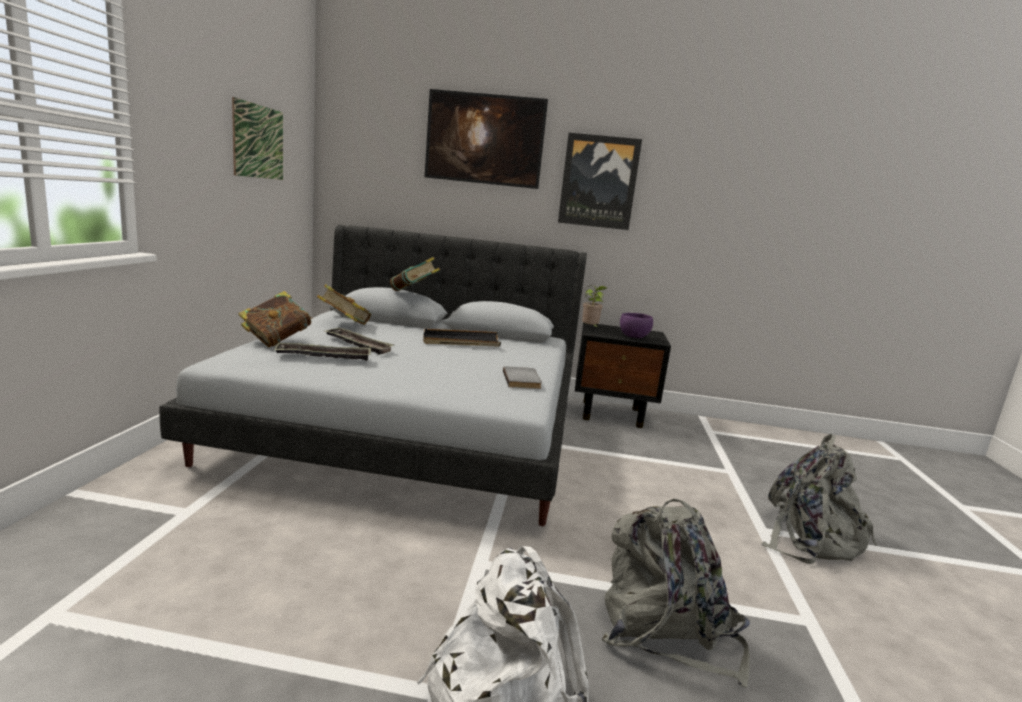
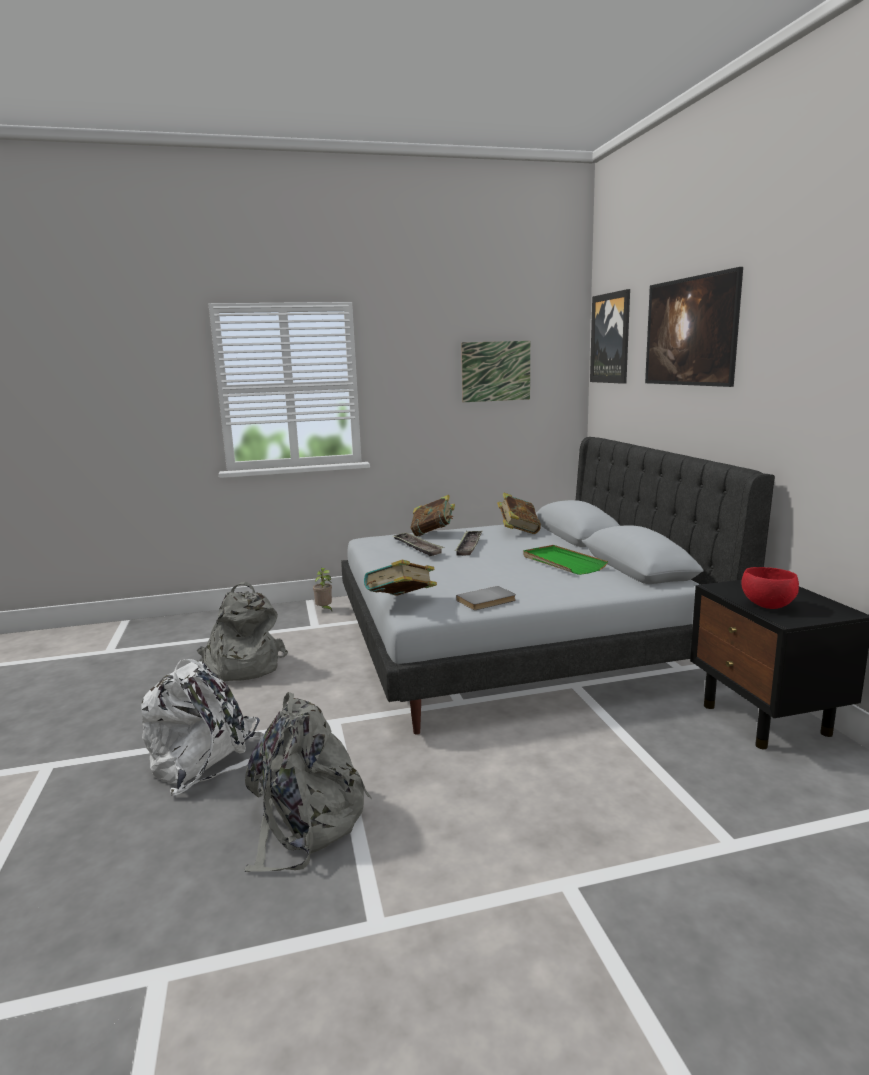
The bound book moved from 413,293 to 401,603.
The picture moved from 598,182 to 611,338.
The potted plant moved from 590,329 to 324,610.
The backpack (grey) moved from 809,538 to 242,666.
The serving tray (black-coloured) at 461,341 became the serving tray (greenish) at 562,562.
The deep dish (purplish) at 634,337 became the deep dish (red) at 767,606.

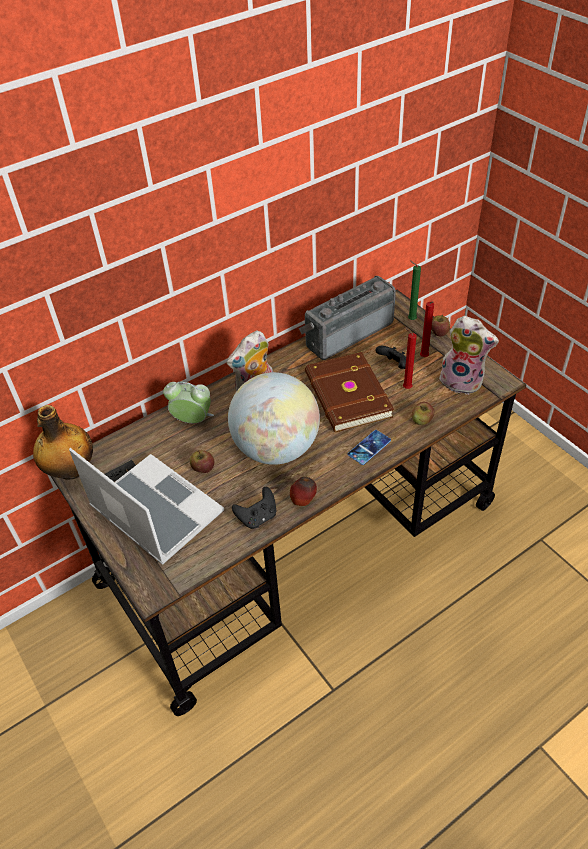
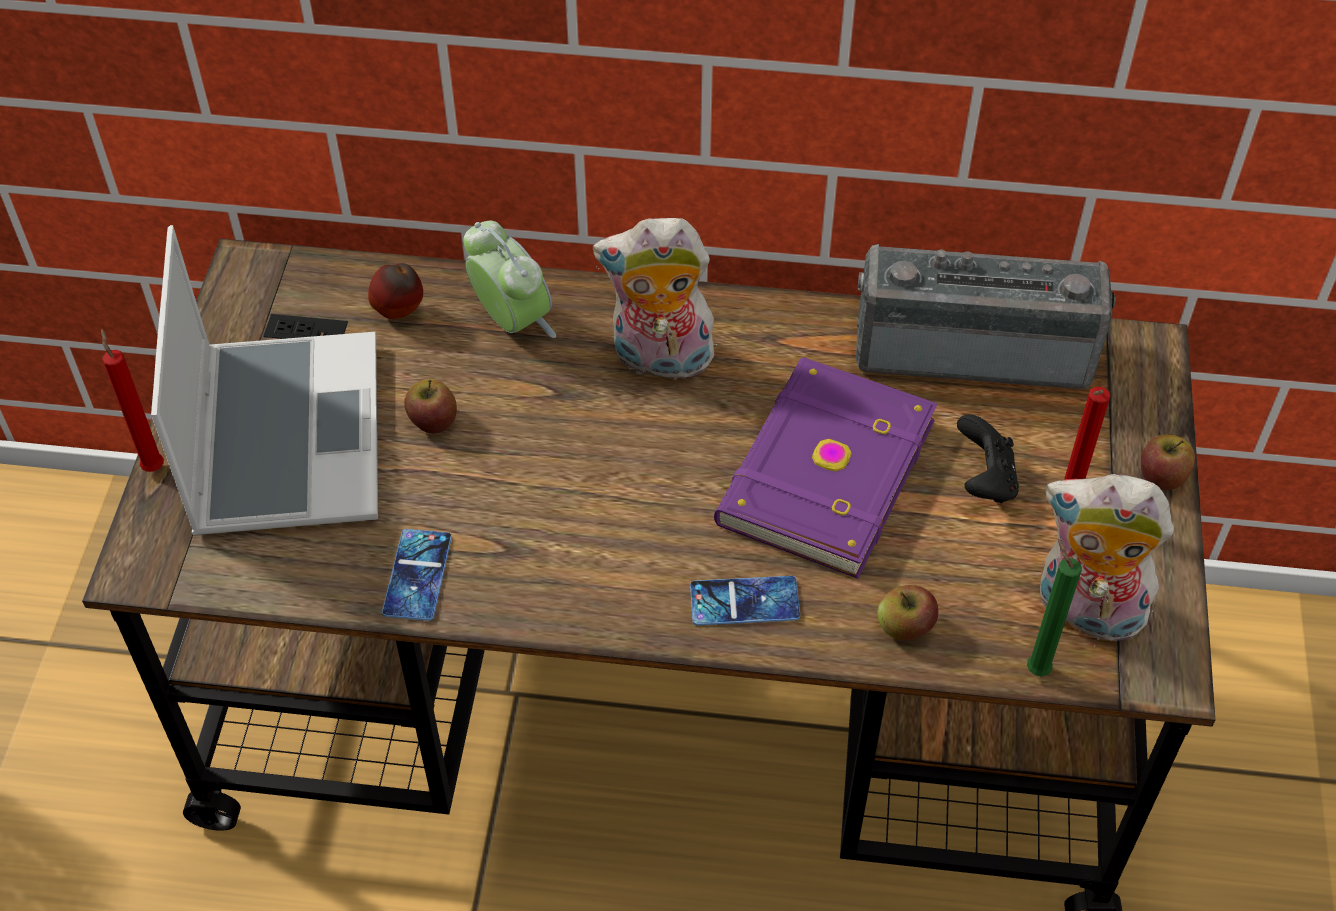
The bottle at 71,470 disappeared.
The desk globe at 276,448 disappeared.
The whole apple moved from 303,501 to 400,312.
The wax candle (red) moved from 405,387 to 153,465.
The wax candle (greenish) moved from 410,319 to 1035,667.
The game controller (black-coloured) at 257,517 was replaced by the phone at 417,575.
The bound book (brown-coloured) at 346,396 became the bound book (purplish) at 821,472.
The soft toy at 462,381 turned 135 degrees clockwise.

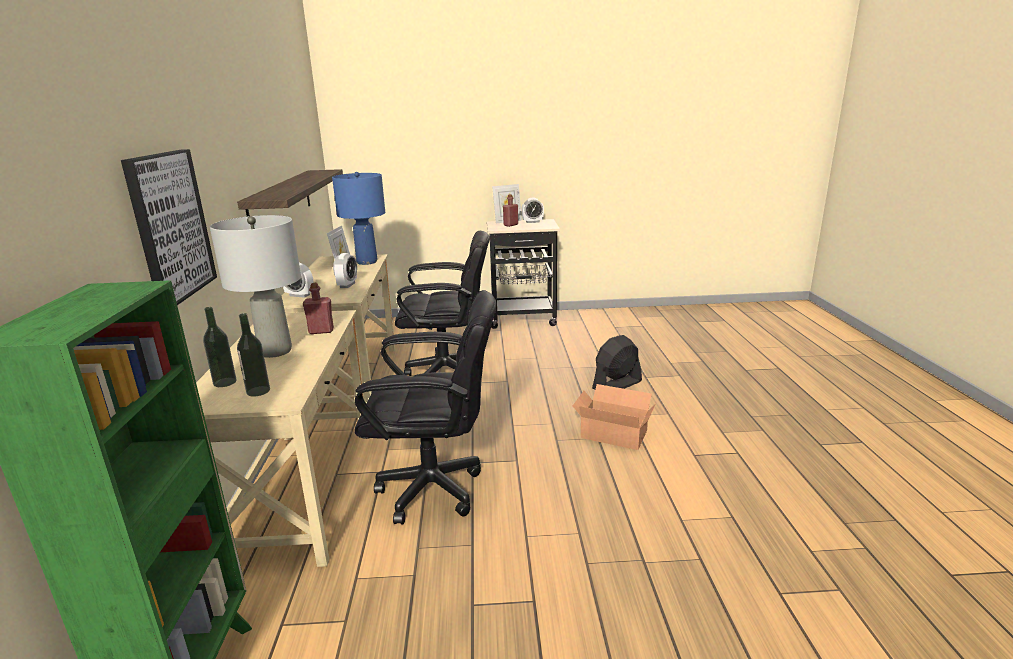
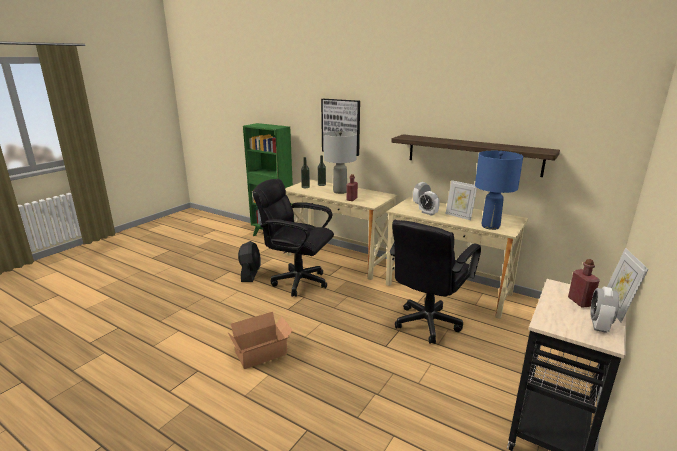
The cooling fan (black-coloured) moved from 616,385 to 250,274.
The desk chair (black-coloured) at 437,490 turned 75 degrees clockwise.

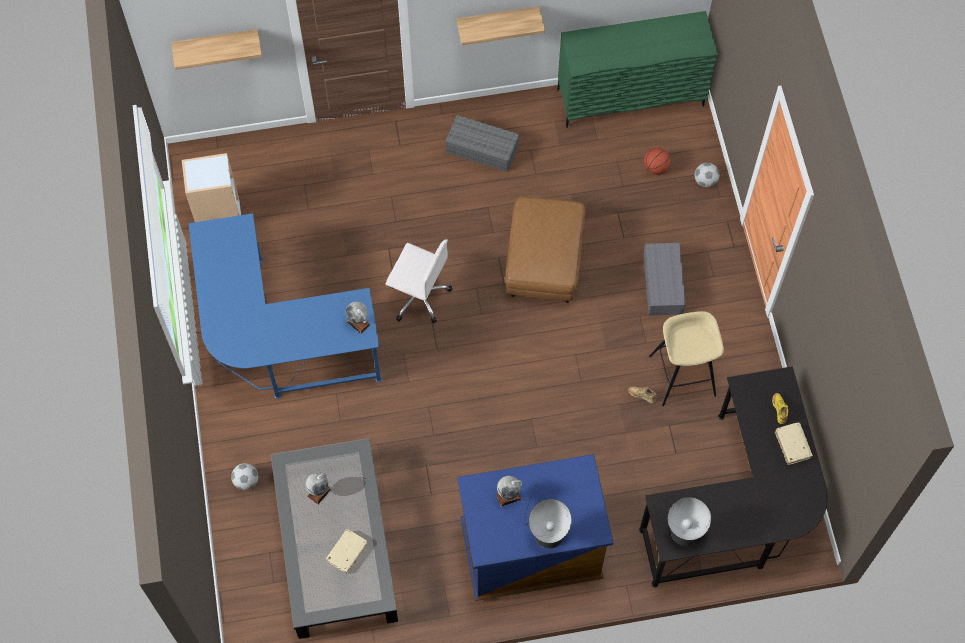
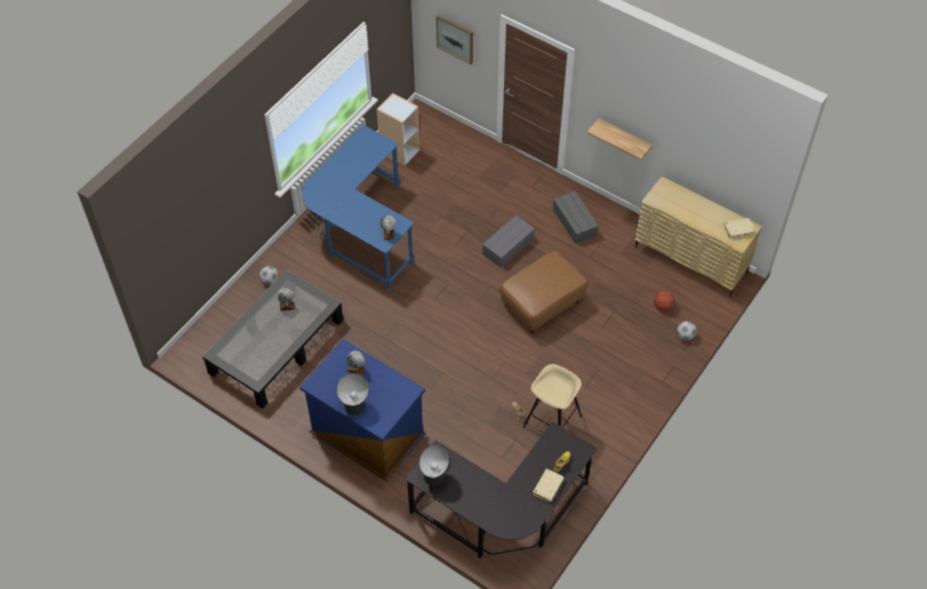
The desk chair (white) at 418,296 disappeared.
The bound book (beige) moved from 347,552 to 738,230.
The storage bin (grey) moved from 661,283 to 508,245.
The wall shelf at 216,43 was replaced by the picture at 455,38.
The dresser (greenish) at 631,99 became the dresser (beige) at 690,261.

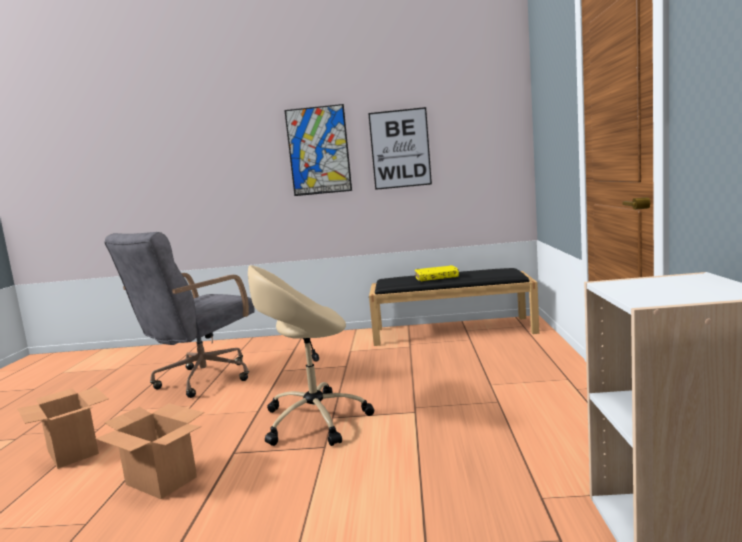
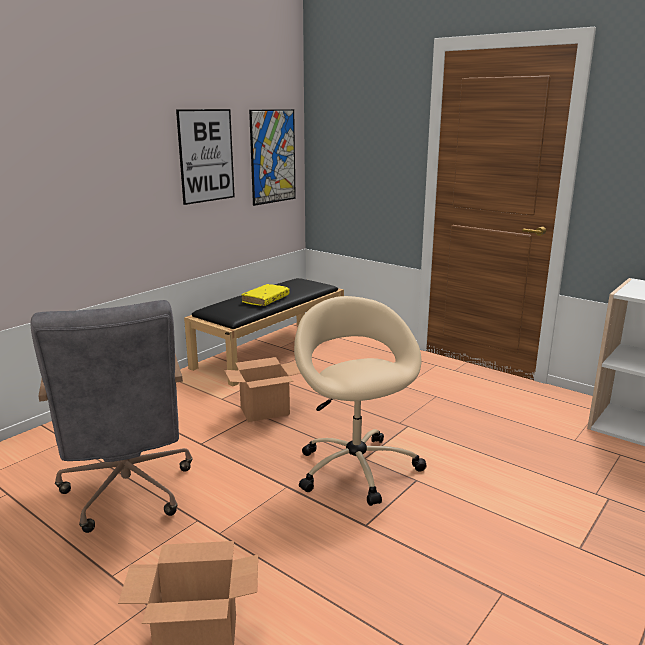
The carton moved from 162,480 to 265,411.
The picture moved from 318,150 to 273,156.
The desk chair (beige) at 312,420 turned 135 degrees clockwise.

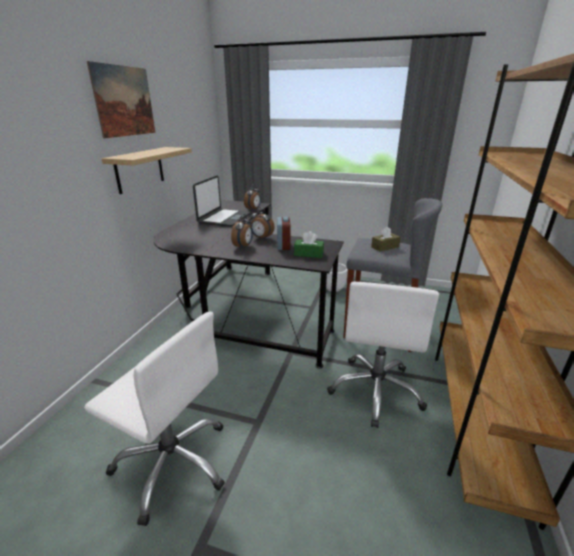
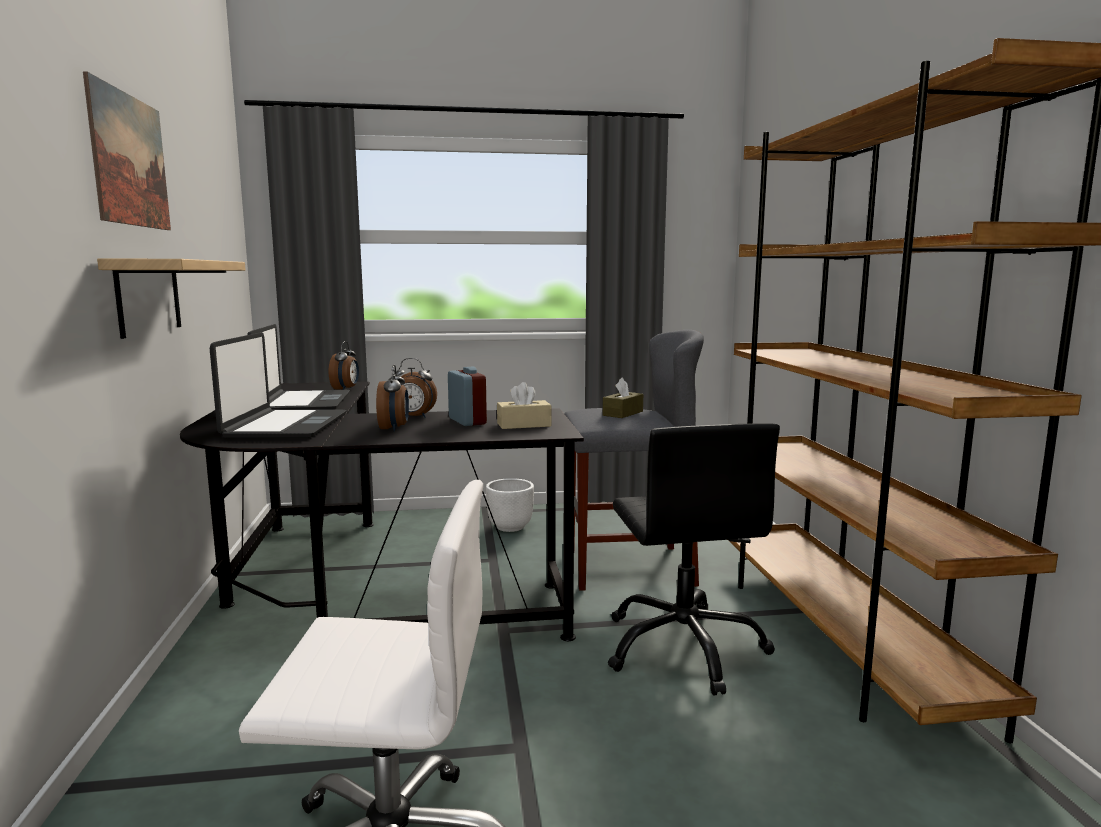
The notebook computer at 285,426 appeared.
The tissue box (greenish) at 308,254 became the tissue box (beige) at 524,425.
The desk chair (white) at 376,390 became the desk chair (black-coloured) at 684,647.

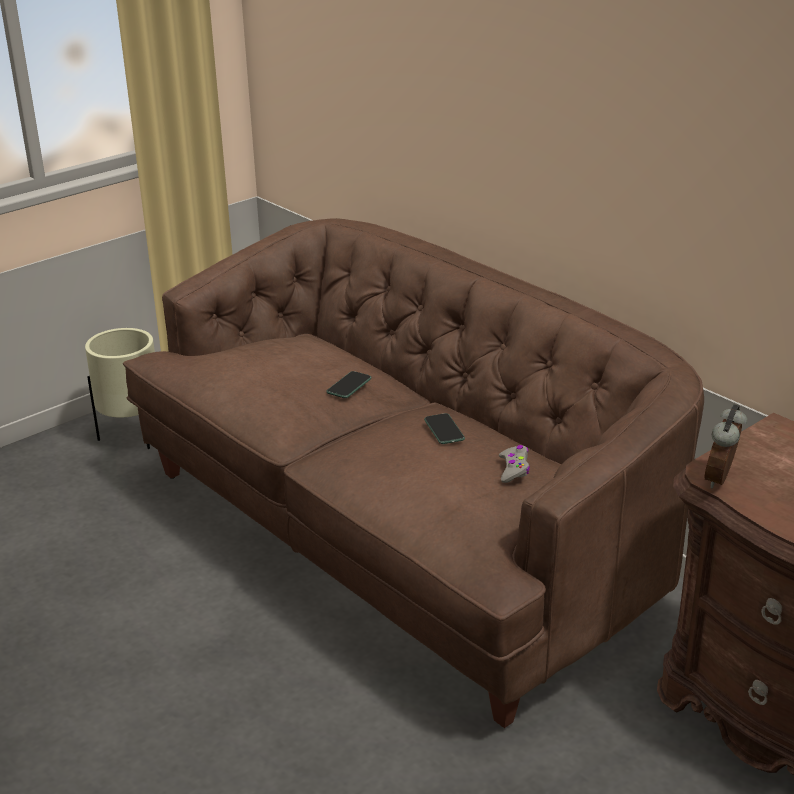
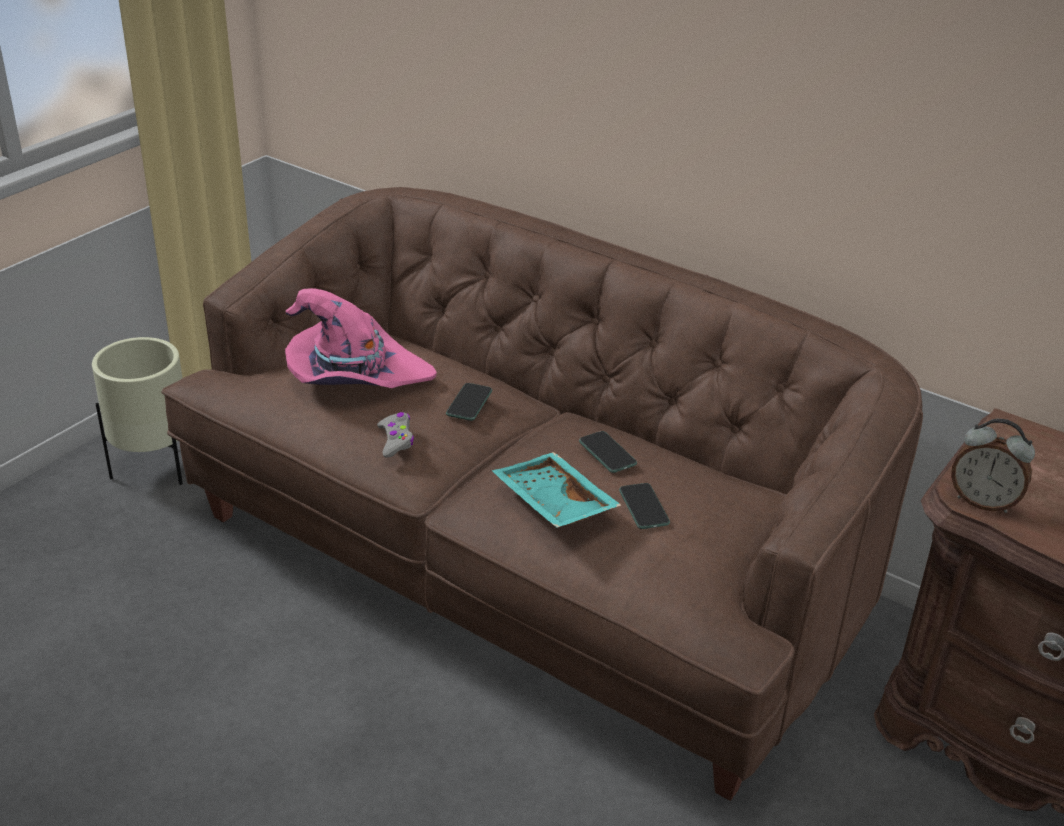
The wearable hat (pink) at 354,375 appeared.
The serving tray (blue-green) at 552,504 appeared.
The phone at 644,507 appeared.
The game controller (grey) moved from 514,469 to 396,440.
The alarm clock at 721,479 turned 75 degrees counterclockwise.

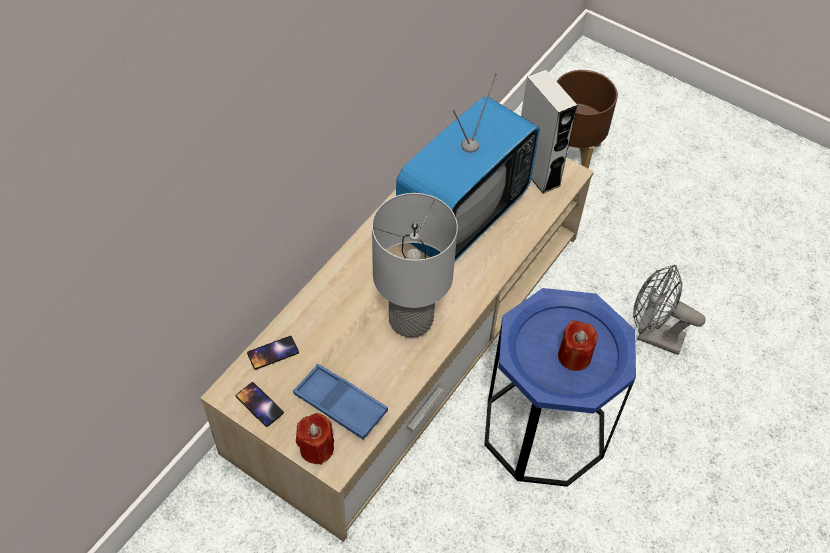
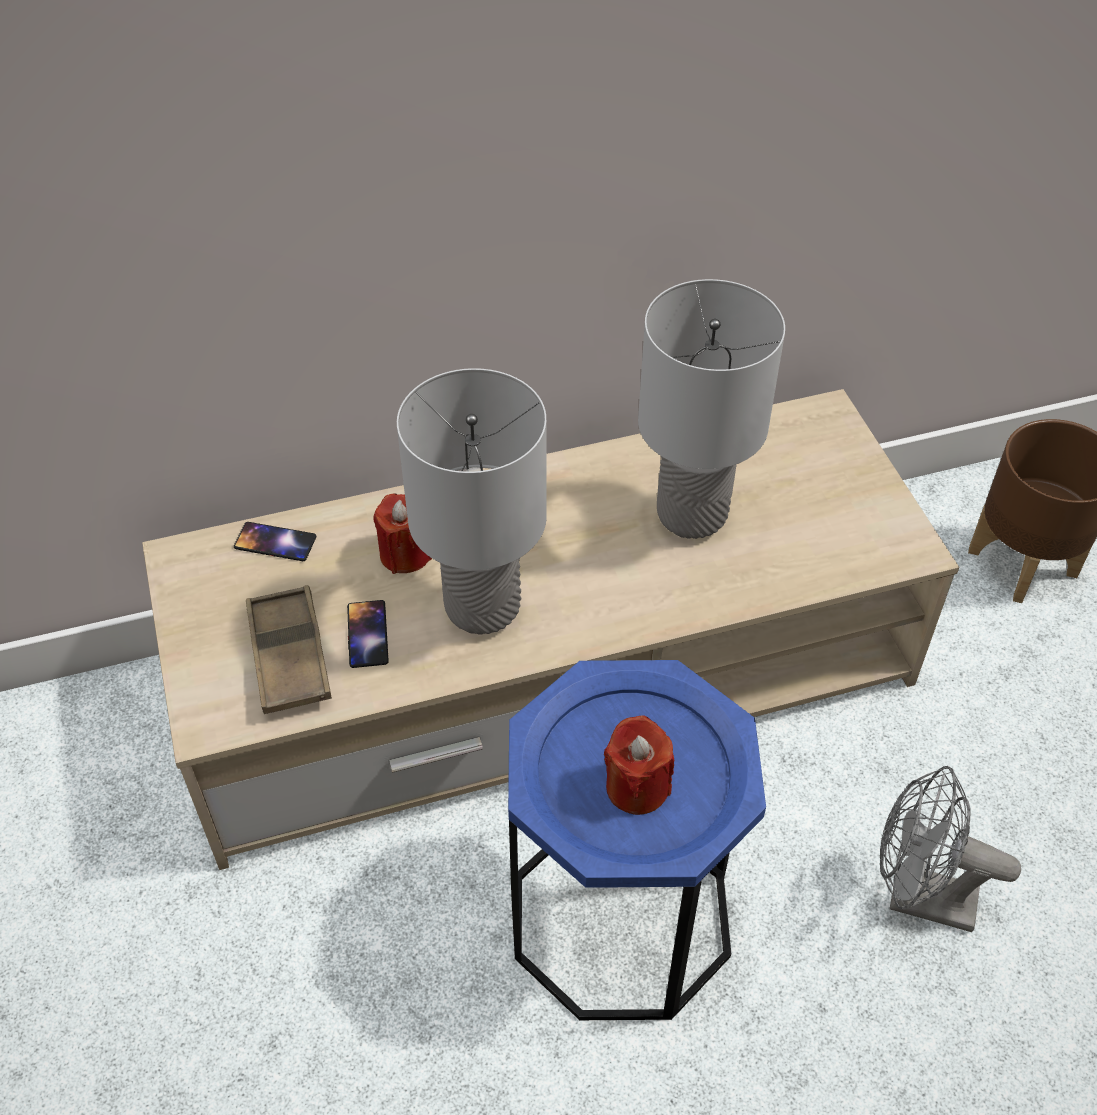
The speaker (grey) at 537,171 disappeared.
The phone moved from 259,404 to 367,634.
The wax candle (red) moved from 316,448 to 405,554.
The television at 462,216 was replaced by the lamp for a table (grey) at 692,518.
The serving tray (bluish) at 340,404 became the serving tray (brown-coloured) at 289,655.
The cooling fan (grey) at 653,336 turned 45 degrees counterclockwise.

